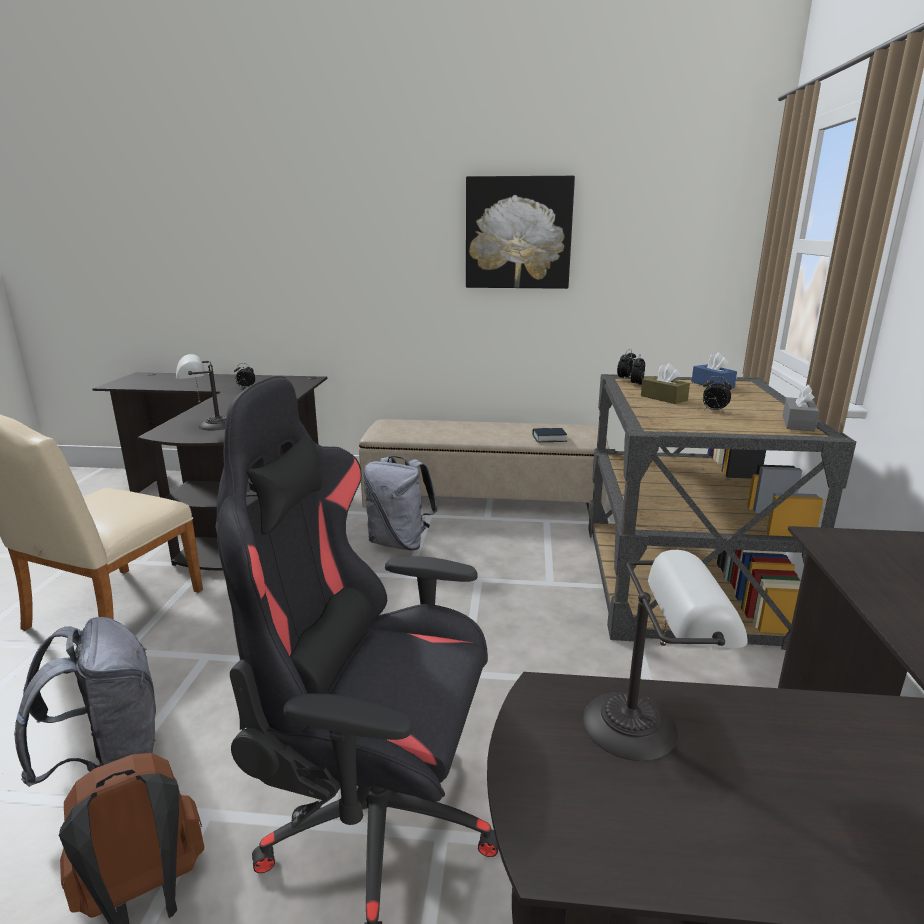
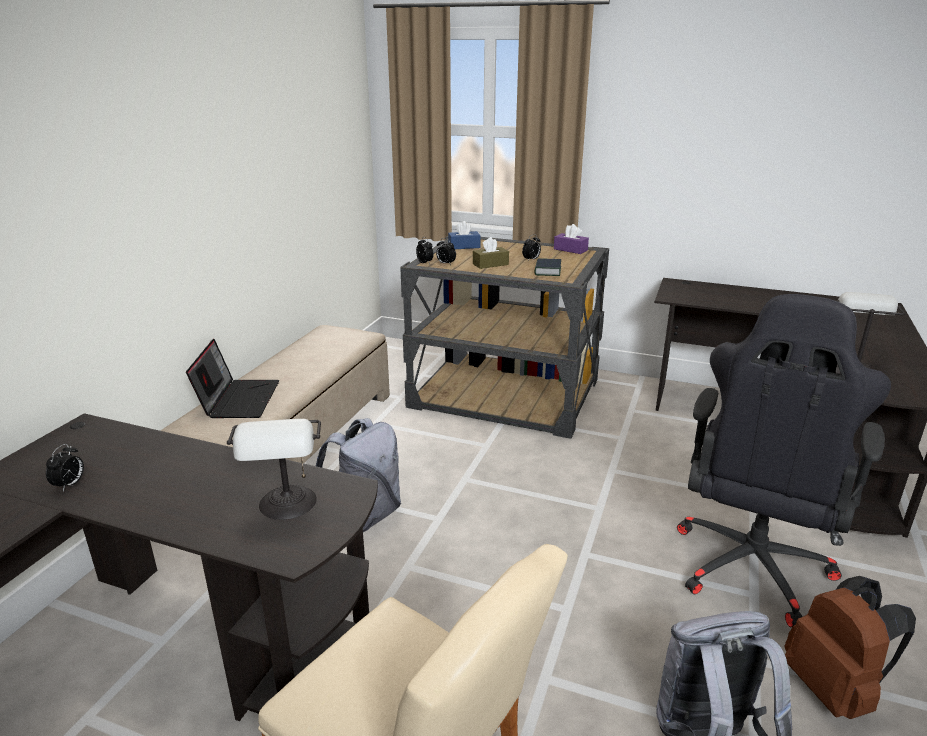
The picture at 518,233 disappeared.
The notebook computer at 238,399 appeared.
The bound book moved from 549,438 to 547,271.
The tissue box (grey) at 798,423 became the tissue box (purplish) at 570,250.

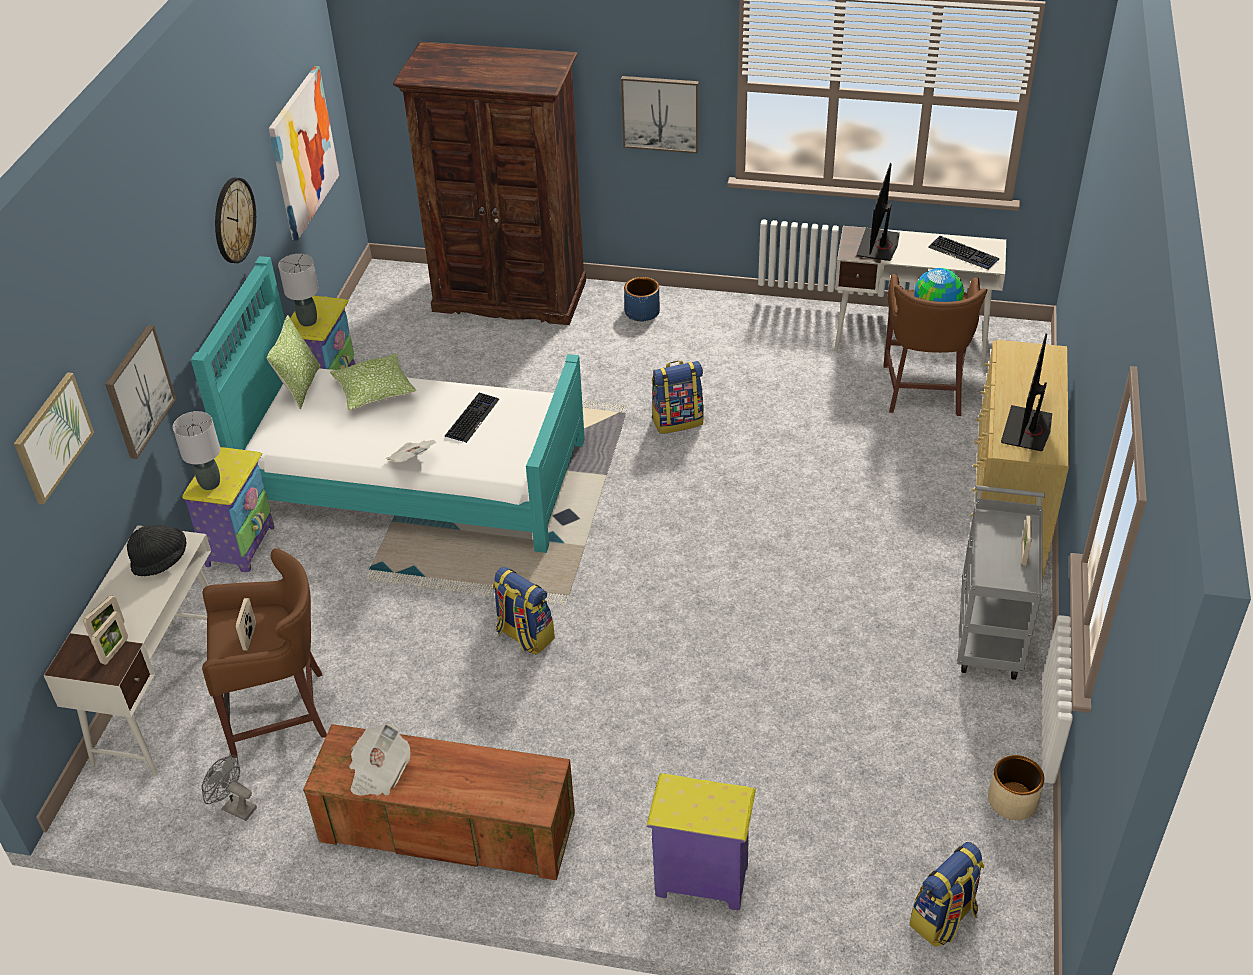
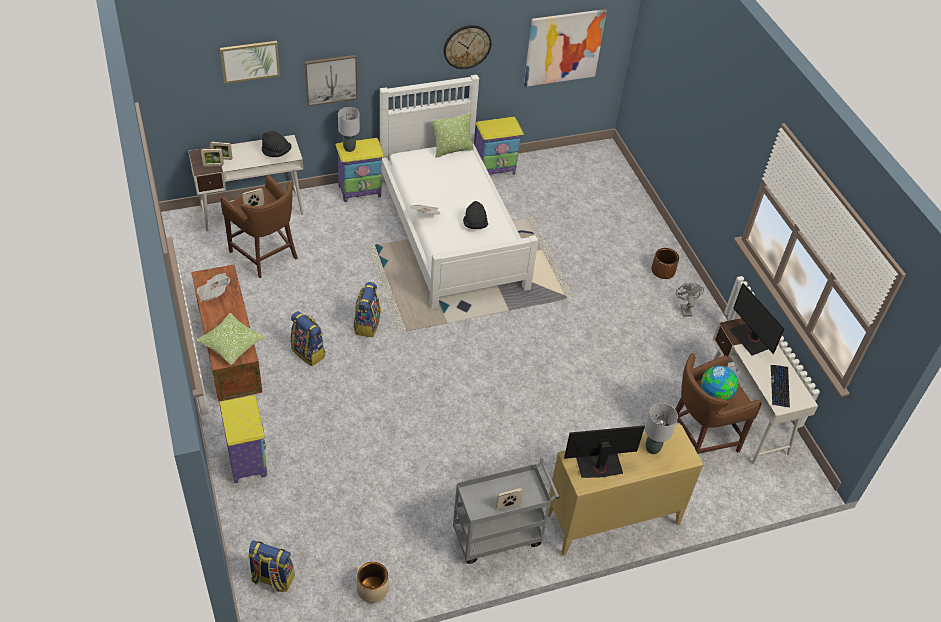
The armoire (brown-coloured) at 509,296 disappeared.
The picture at 660,113 disappeared.
The cooling fan (grey) moved from 234,807 to 685,308.
The lamp for a table (grey) moved from 308,321 to 652,448.
The pillow moved from 374,391 to 231,344.
The backpack moved from 677,421 to 309,352.
The PC keyboard at 472,418 was replaced by the wearable hat (black-coloured) at 475,224.
The bedroom bed (blue-green) at 412,476 became the bedroom bed (white) at 451,231.
The planter (bluish) at 642,312 became the planter (brown-coloured) at 663,271.
The computer display at 879,245 turned 105 degrees counterclockwise.

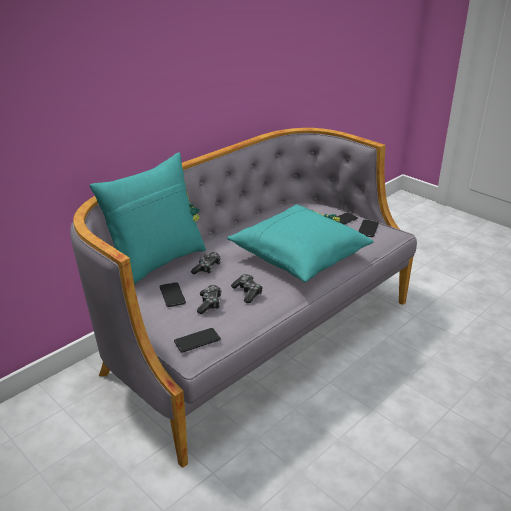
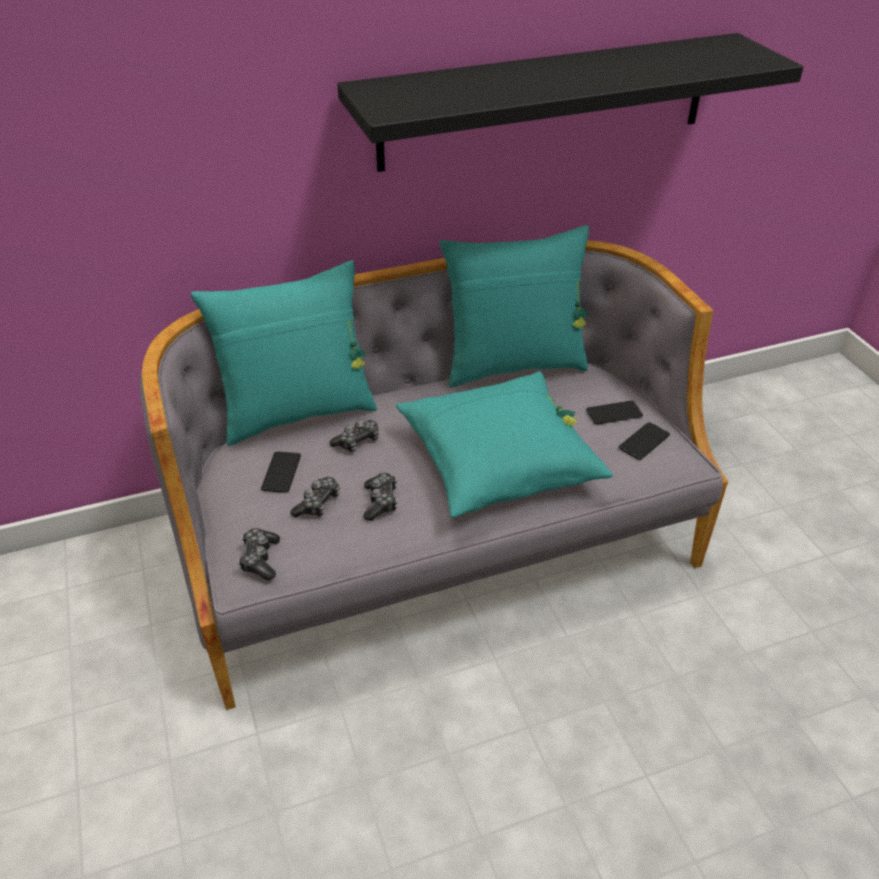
The wall shelf (black-coloured) at 546,102 appeared.
The pillow (blue-green) at 513,367 appeared.
The phone at 197,340 was replaced by the game controller at 260,559.

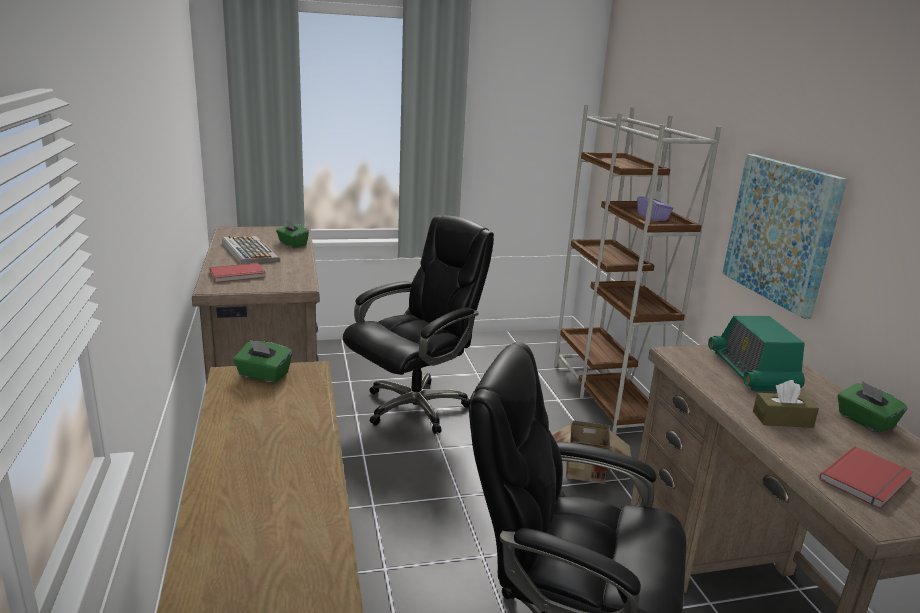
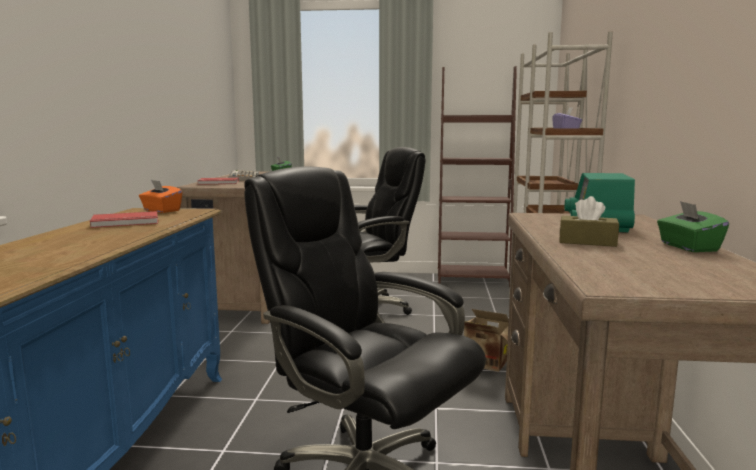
The picture at 781,232 disappeared.
The bookshelf (brown-coloured) at 473,280 appeared.
The bound book (red) moved from 868,480 to 126,222.
The tissue box (greenish) at 263,375 became the tissue box (orangey) at 161,210.

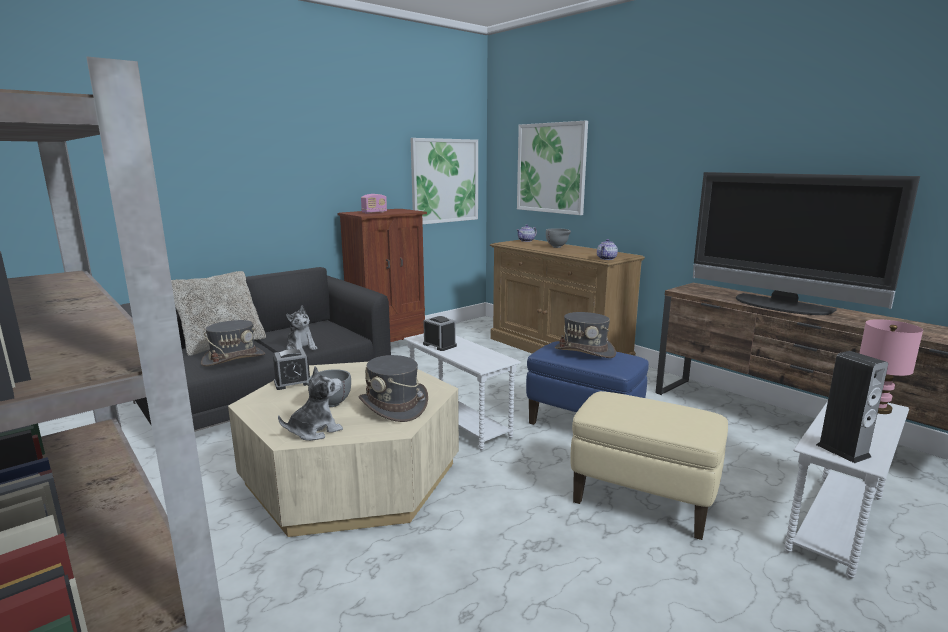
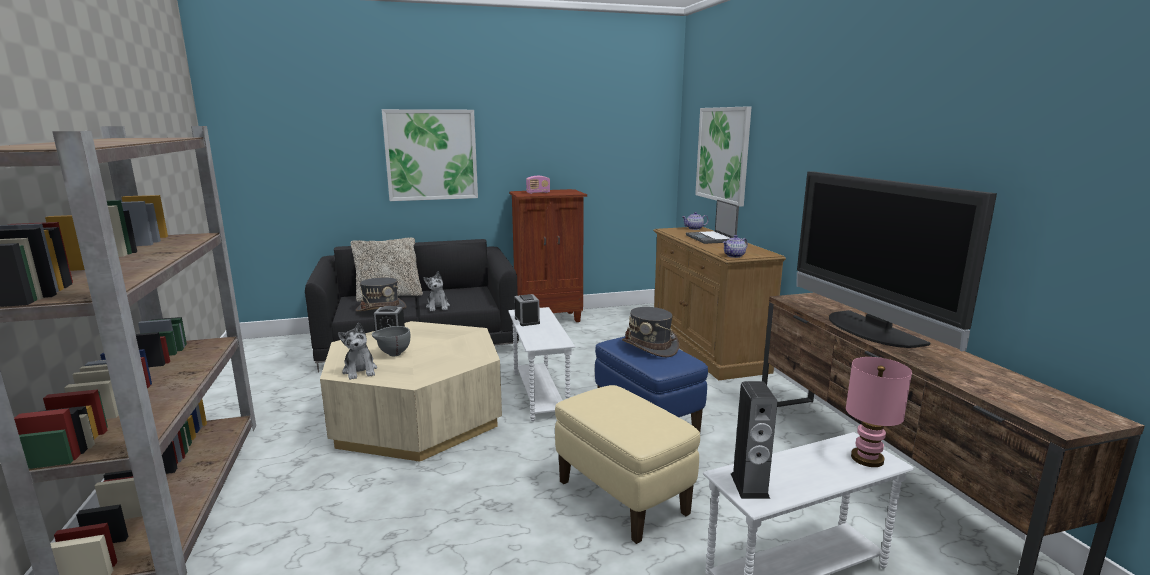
The wearable hat (grey) at 394,406 disappeared.
The picture moved from 445,181 to 431,155.
The deep dish (grey) at 557,247 was replaced by the notebook computer at 711,238.
The soft toy at 315,431 turned 75 degrees clockwise.

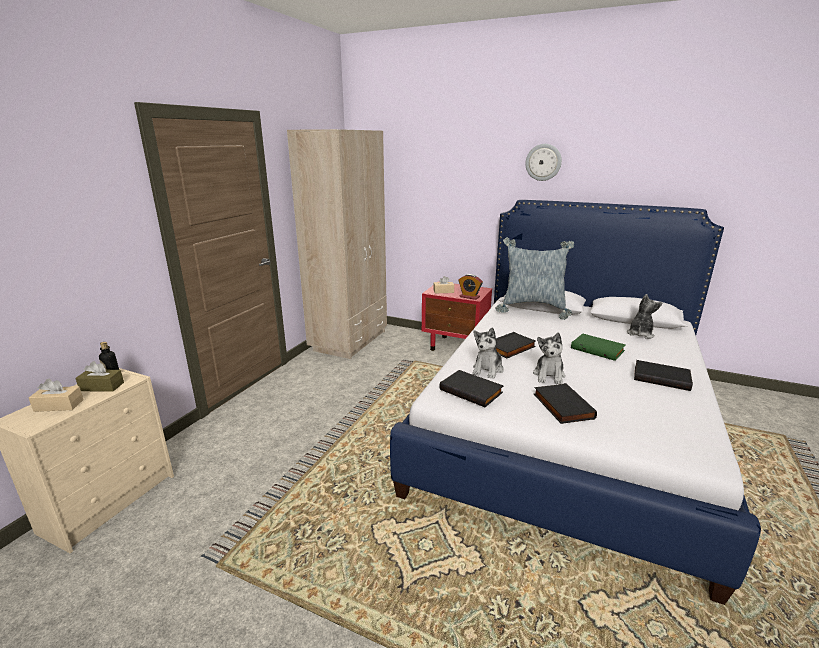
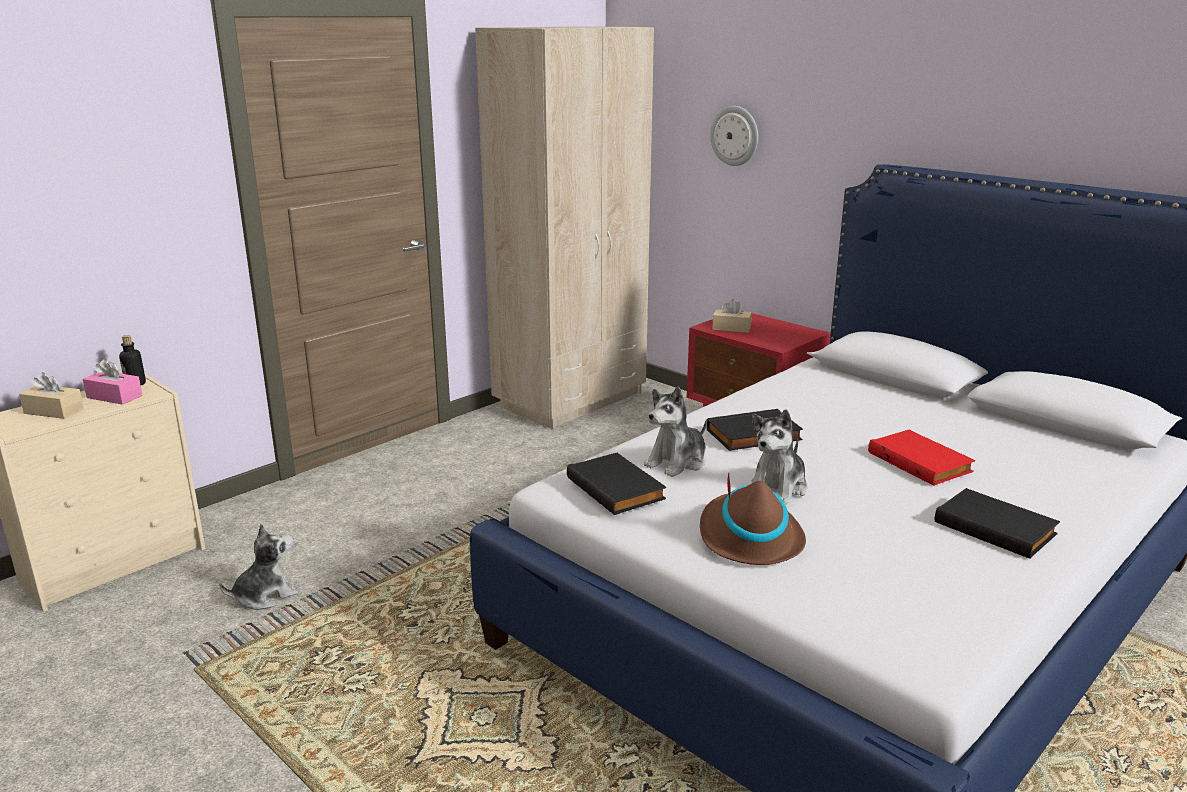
The alarm clock at 469,297 disappeared.
The pillow at 531,312 disappeared.
The wall clock moved from 543,162 to 735,135.
The soft toy moved from 640,334 to 265,596.
The bound book (black-coloured) at 561,406 was replaced by the wearable hat (brown-coloured) at 749,537.
The tissue box (brown-coloured) at 102,386 became the tissue box (pink) at 114,397.
The bound book (greenish) at 598,349 became the bound book (red) at 921,462.

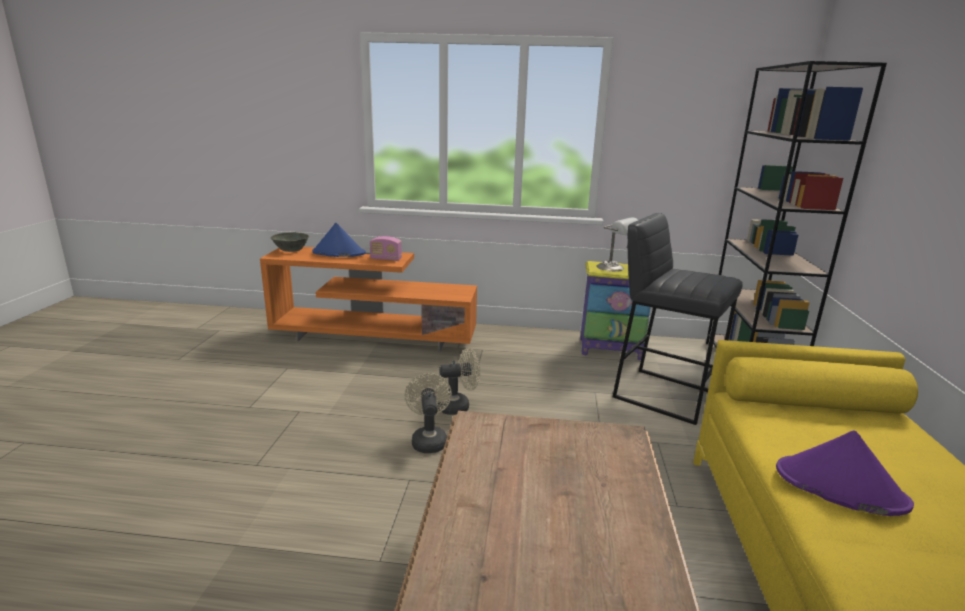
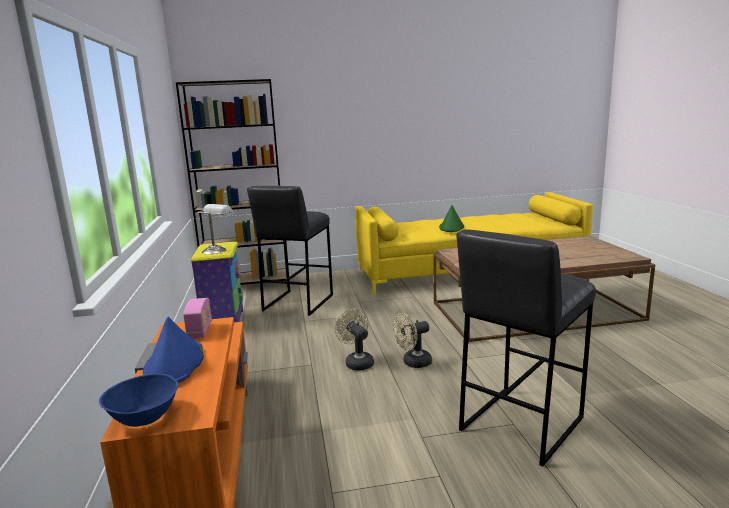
The sitting stool (grey) at 520,424 appeared.
The deep dish (grey) at 291,250 became the deep dish (bluish) at 145,416.
The wearable hat (purplish) at 839,487 became the wearable hat (greenish) at 451,227.

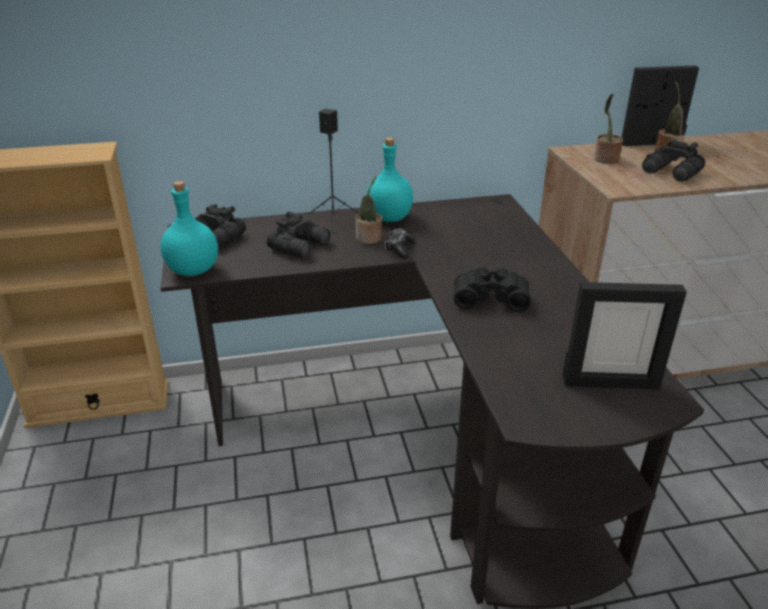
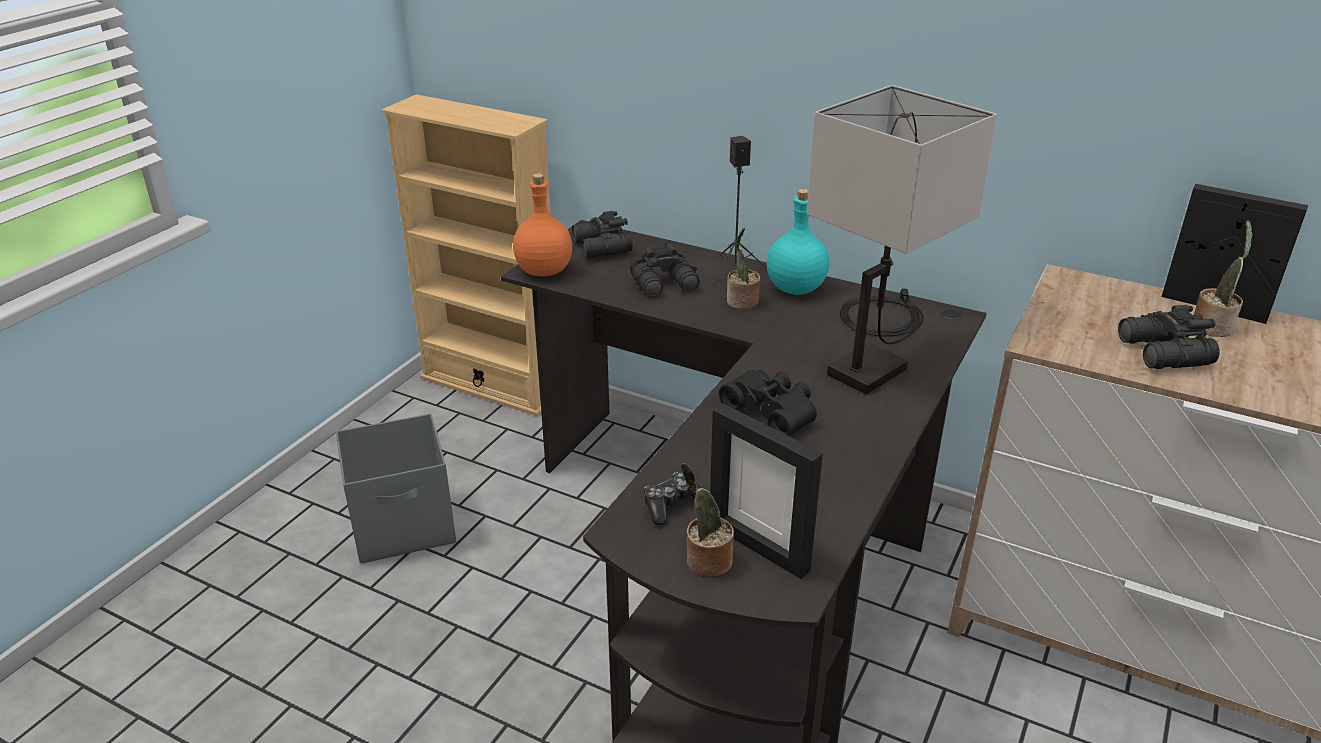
The storage bin (grey) at 405,526 appeared.
The lamp for a table at 877,348 appeared.
The game controller moved from 399,248 to 672,505.
The potted plant moved from 605,159 to 705,562.
The bottle (blue-green) at 193,271 became the bottle (orangey) at 544,271.

